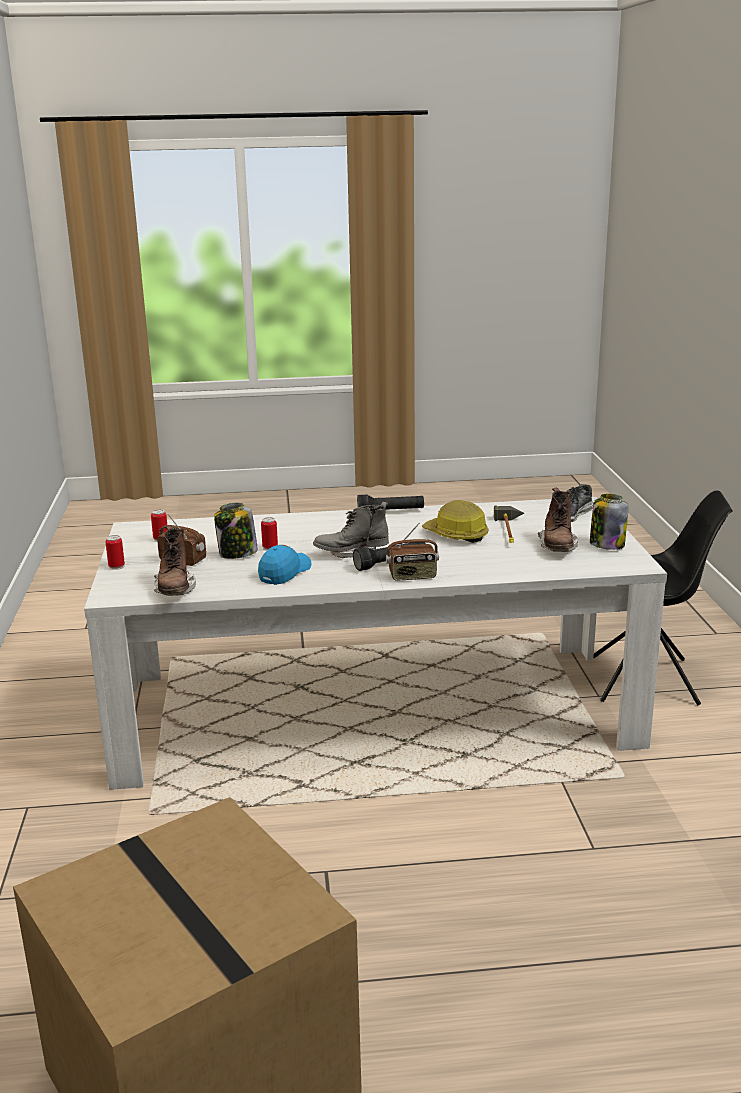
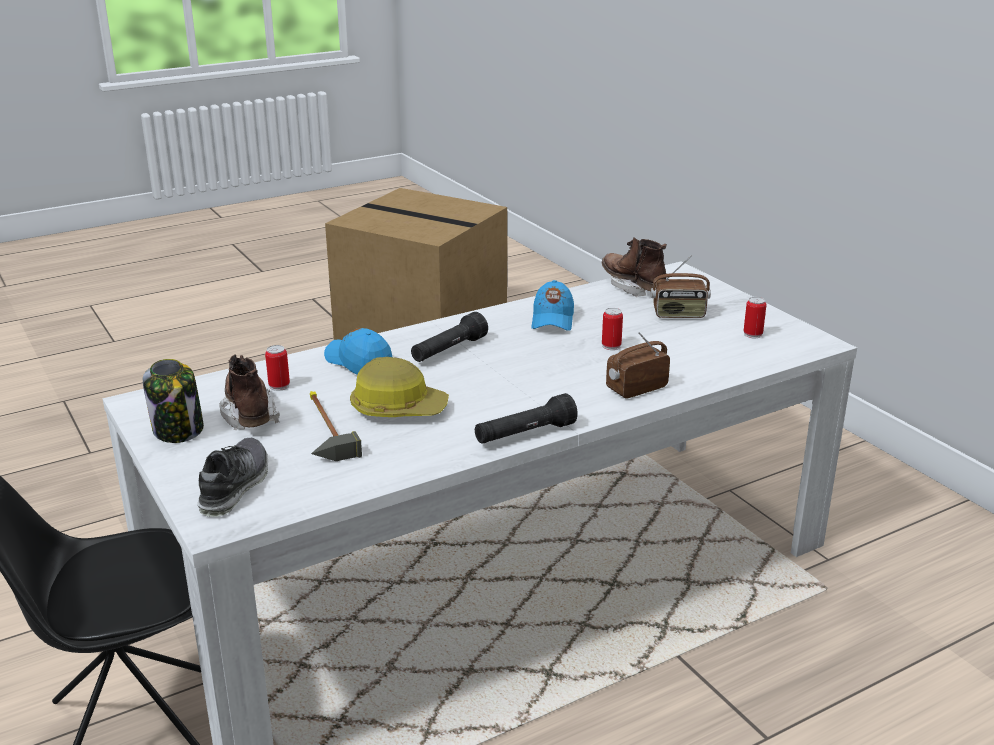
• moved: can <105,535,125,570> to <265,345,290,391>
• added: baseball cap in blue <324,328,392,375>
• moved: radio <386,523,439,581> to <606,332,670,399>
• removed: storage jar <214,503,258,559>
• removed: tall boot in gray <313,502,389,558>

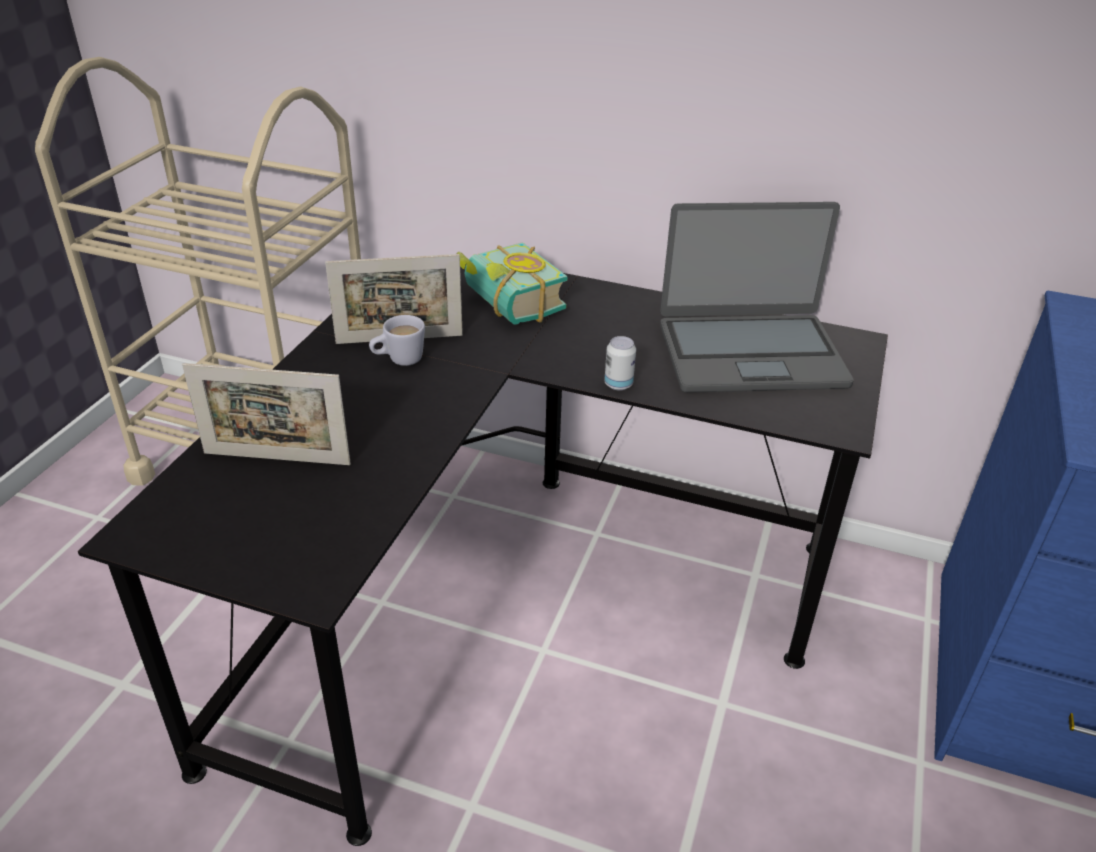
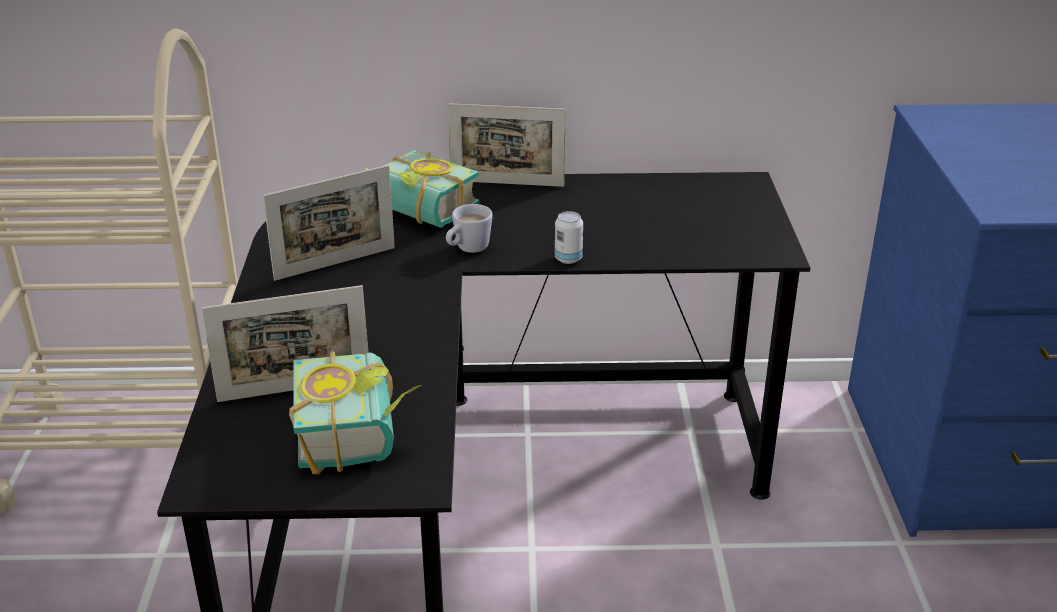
• added: bound book <289,351,421,474>
• moved: mug in white <369,315,425,366> to <446,204,493,253>
• added: photo frame <448,103,566,187>
• removed: portable computer <660,202,854,393>

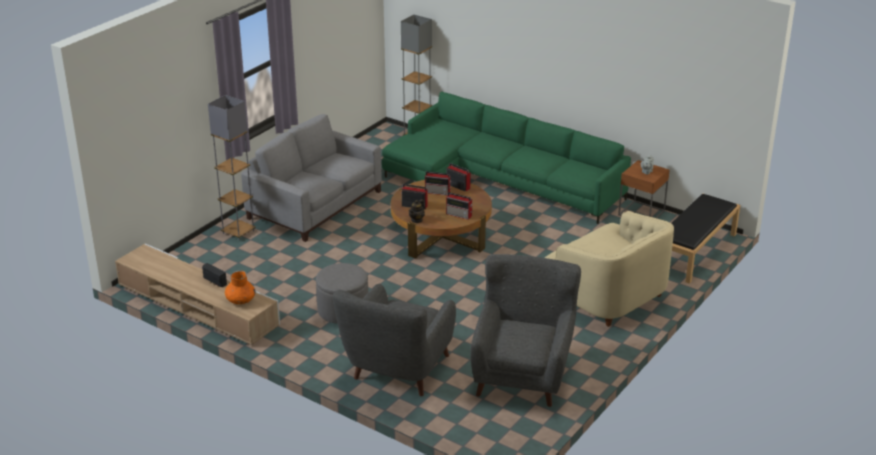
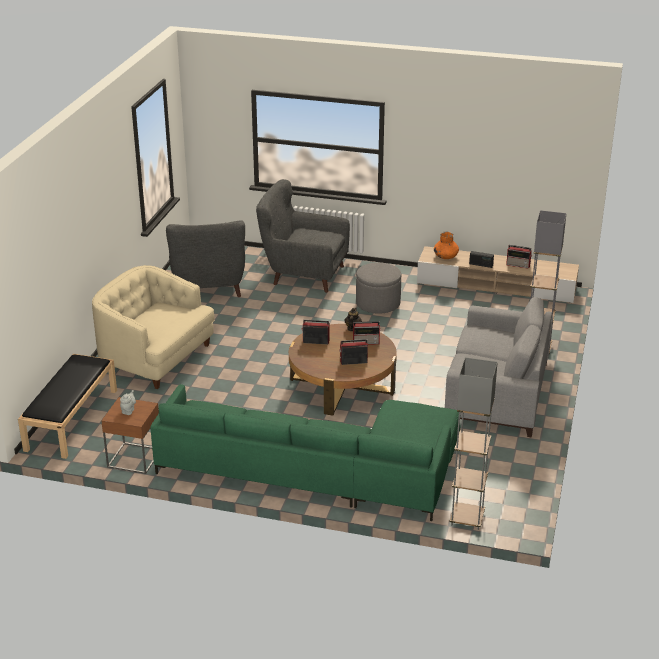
• turned: armchair in gray <333,284,456,396> = <256,179,350,293> 75 degrees counterclockwise
• moved: radio <447,163,471,191> to <506,245,532,269>

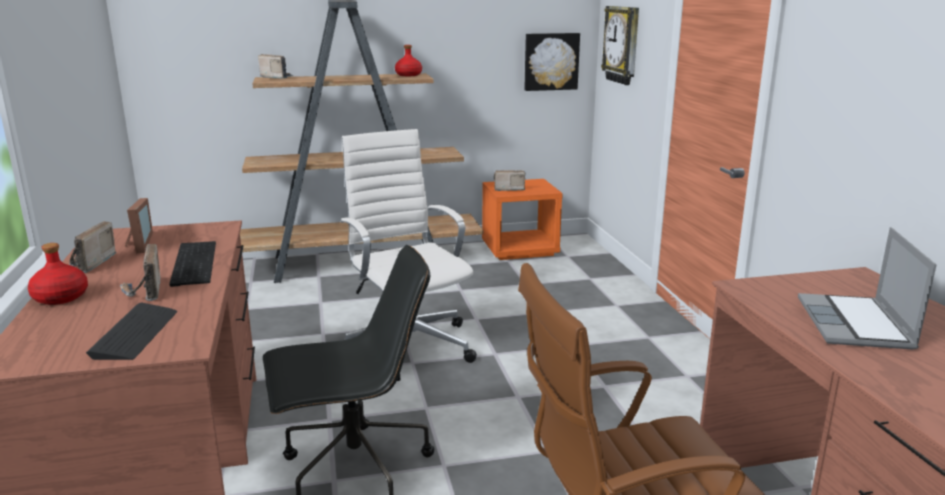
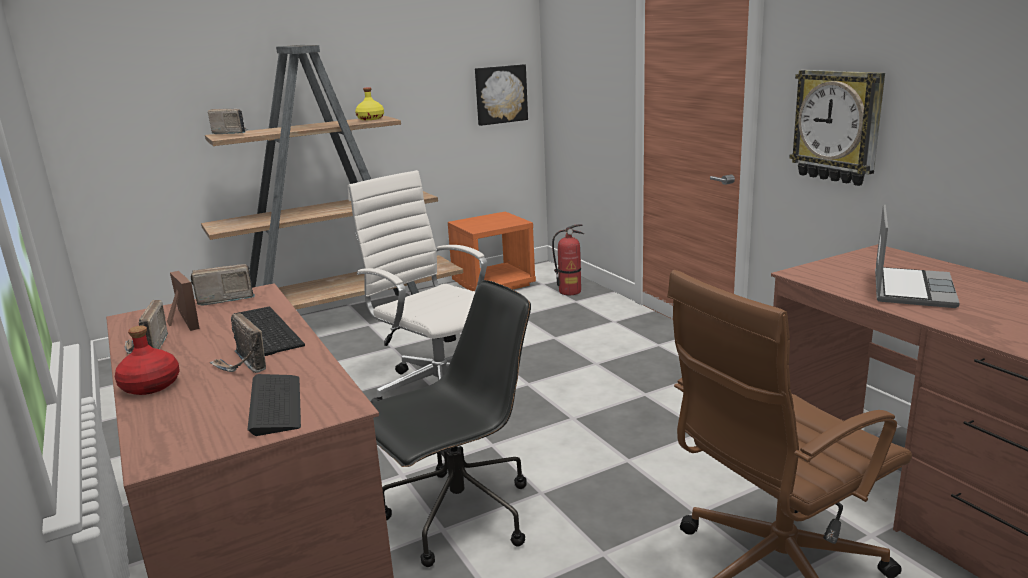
• moved: radio <494,170,525,191> to <191,264,255,305>
• recoloured: drink bottle in red-coloured <395,45,422,76> to drink bottle in yellow <355,87,384,120>
• added: extinguisher <552,224,584,295>
• moved: hanging clock <601,6,639,85> to <789,70,885,186>
• turned: portable computer <798,227,936,350> = <875,205,960,308> 150 degrees counterclockwise

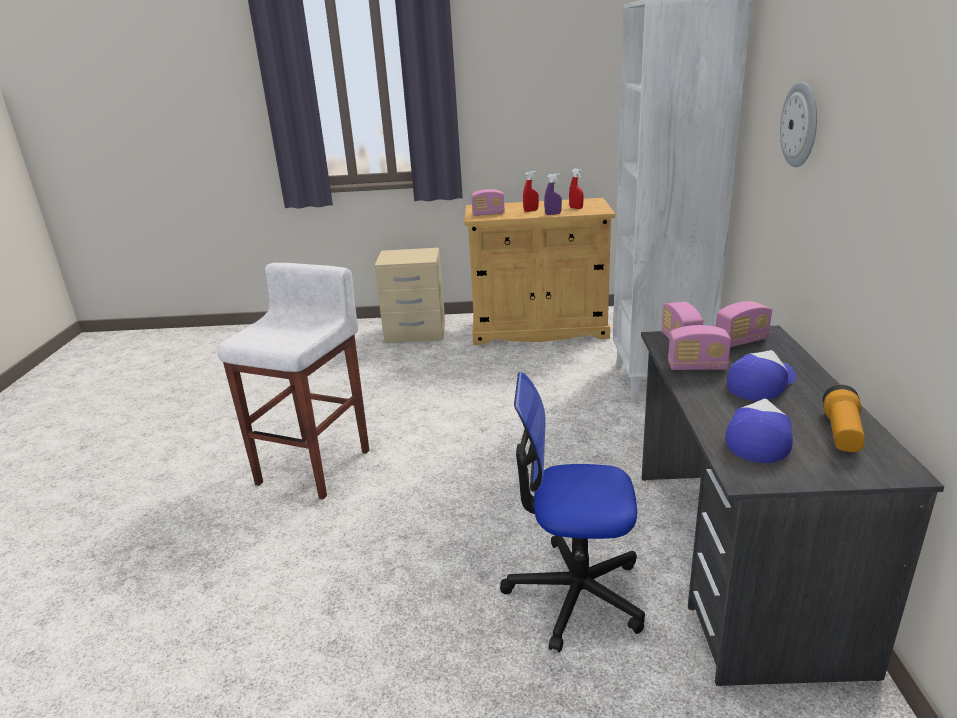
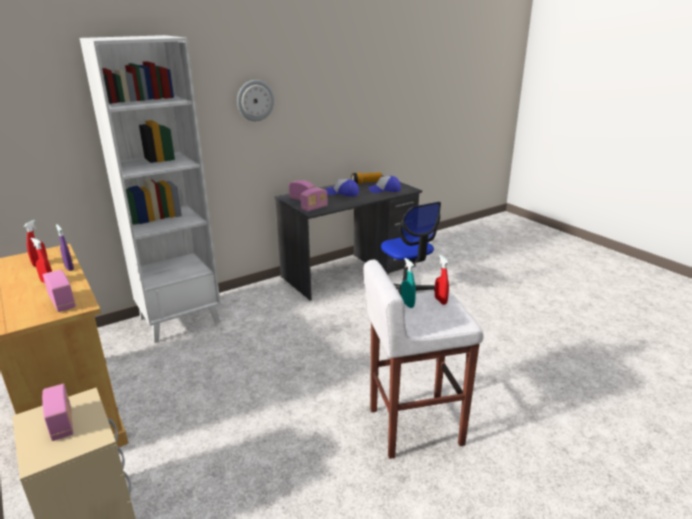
• moved: radio <668,325,731,370> to <42,384,73,441>
• added: hand sprayer in turquoise-coloured <401,258,416,308>
• added: hand sprayer in red-coloured <435,255,449,305>

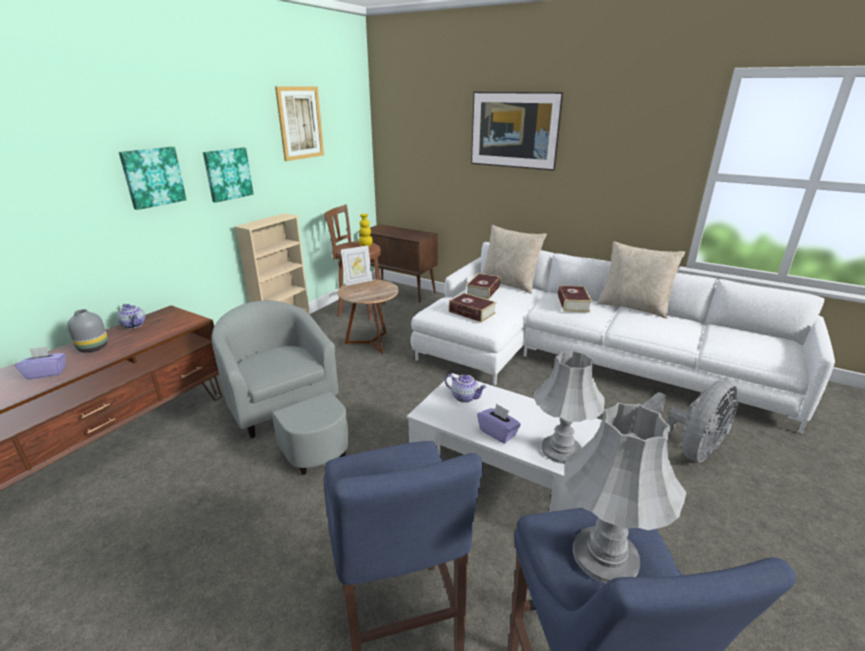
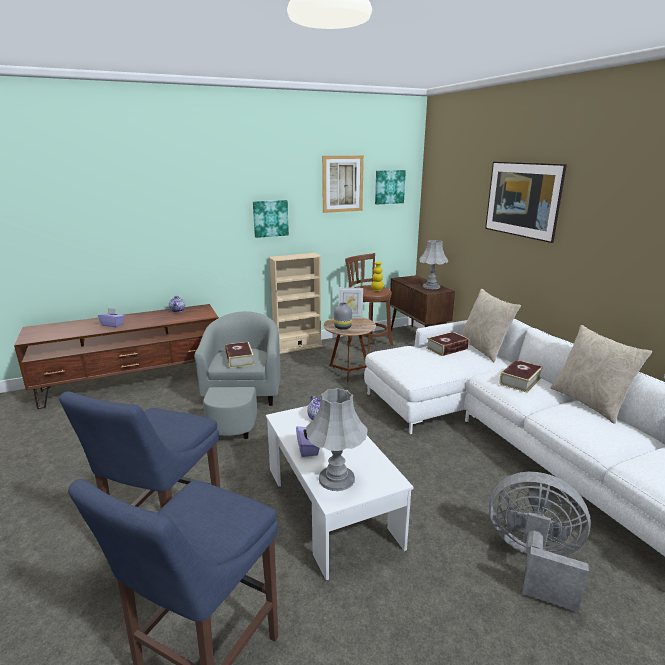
• moved: bound book <449,293,497,322> to <225,342,254,368>
• moved: decorative vase in gray <67,309,108,353> to <334,302,352,330>
• moved: wall picture <119,147,187,210> to <375,170,406,204>
• moved: tabletop lamp in gray <564,403,686,583> to <419,240,449,289>
• turned: cooling fan in gray <642,381,738,462> = <489,472,591,612> 150 degrees counterclockwise

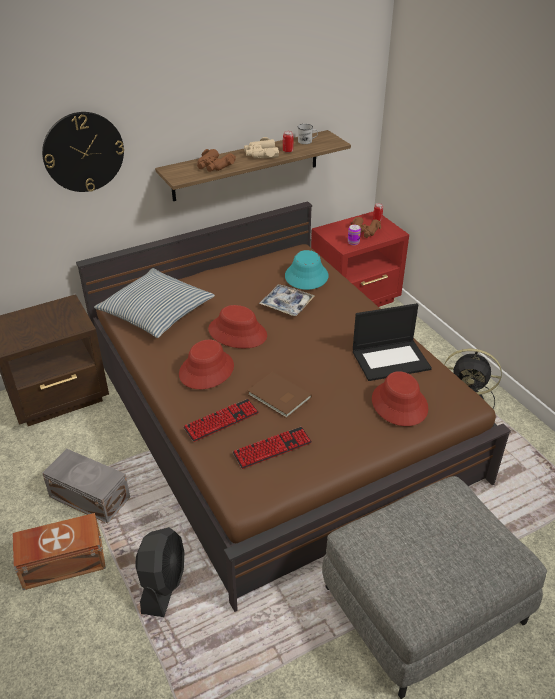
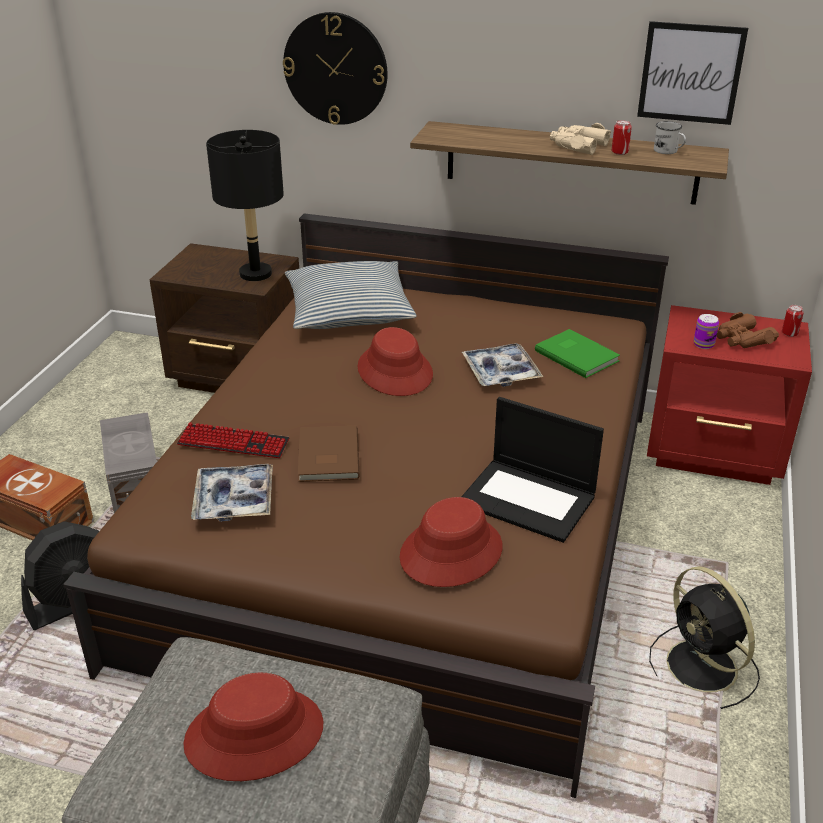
• moved: clothing hat in red-coloured <179,340,234,389> to <183,673,323,781>
• replaced: PC keyboard <233,427,312,469> to carrying tray <191,464,273,522>
• added: tabletop lamp in black-coloured <206,130,284,281>
• replaced: clothing hat in turquoise-coloured <285,250,329,290> to bound book in greenish <535,329,620,378>
• added: wall picture <637,21,748,125>
• removed: binoculars in brown-coloured <197,149,236,172>

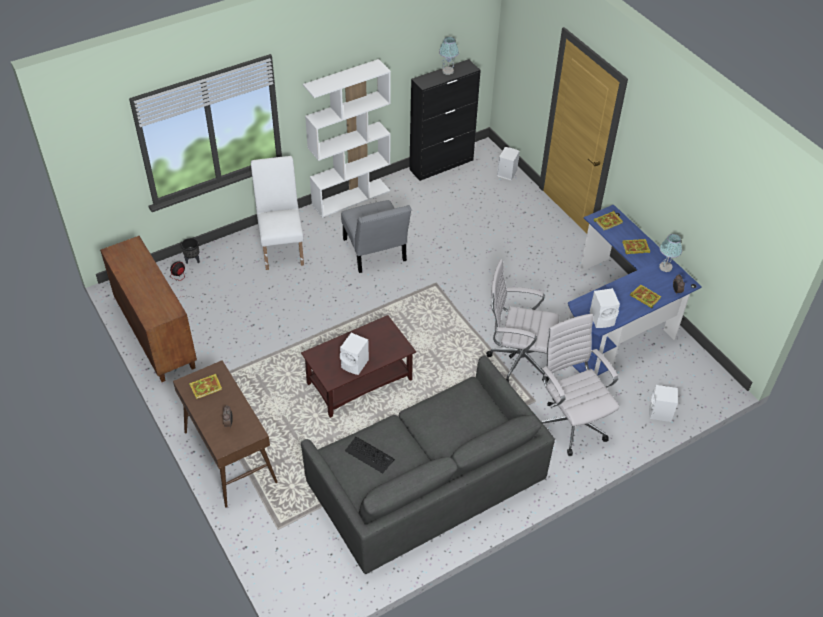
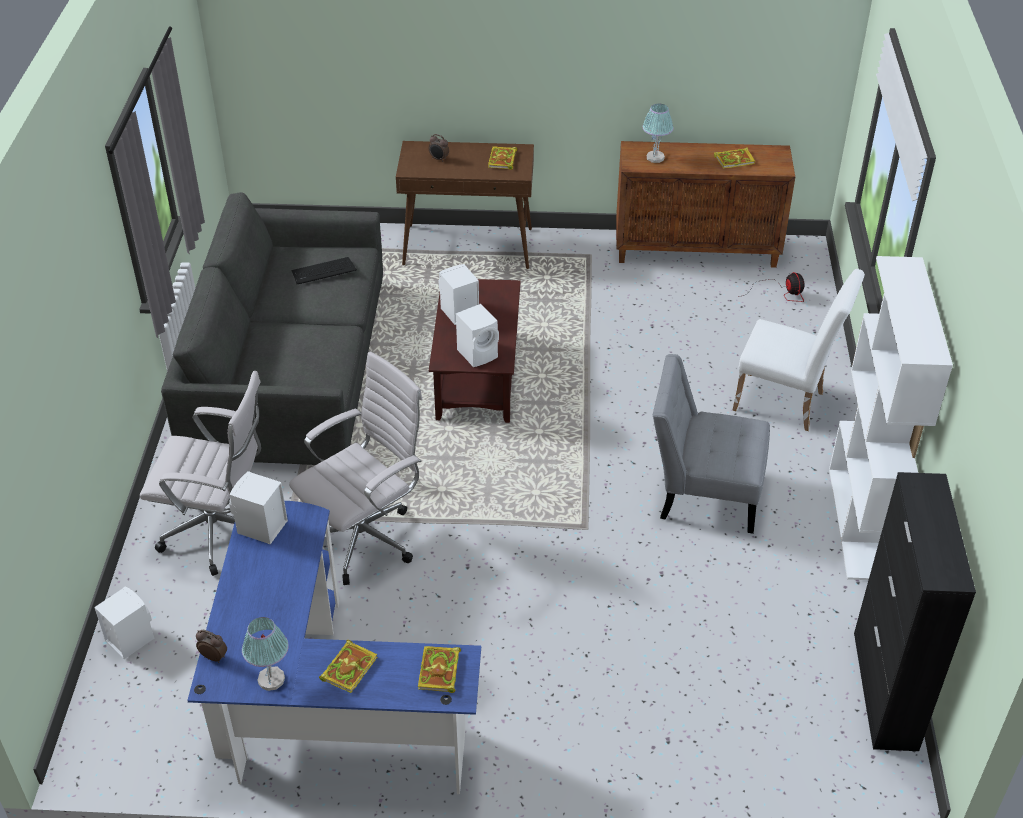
• moved: audio speaker in white <497,147,520,181> to <456,304,499,367>
• moved: tabletop lamp <439,37,459,75> to <642,104,674,163>
• moved: bound book <630,284,661,308> to <714,148,755,169>
• removed: plant pot in black-coloured <181,238,200,264>

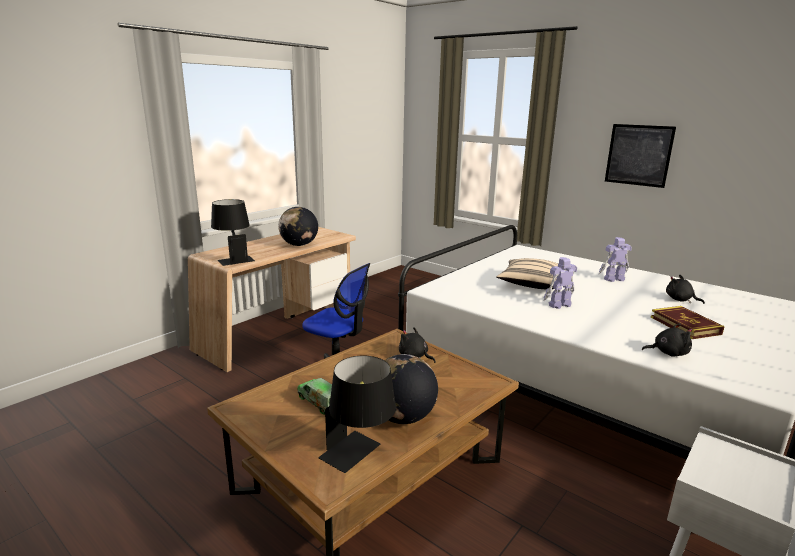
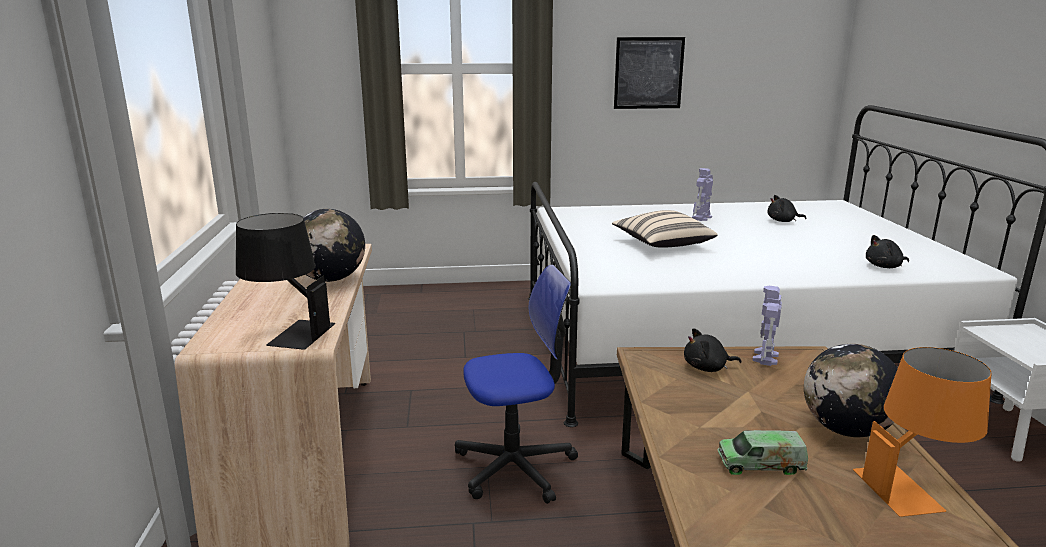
• moved: toy robot <543,257,577,309> to <752,286,782,366>
• recoloured: tabletop lamp in black-coloured <318,356,396,473> to tabletop lamp in orange <853,347,991,517>
• turned: plush toy in black-coloured <642,323,692,357> = <866,235,909,268> 150 degrees counterclockwise
• removed: bound book <651,306,725,339>

